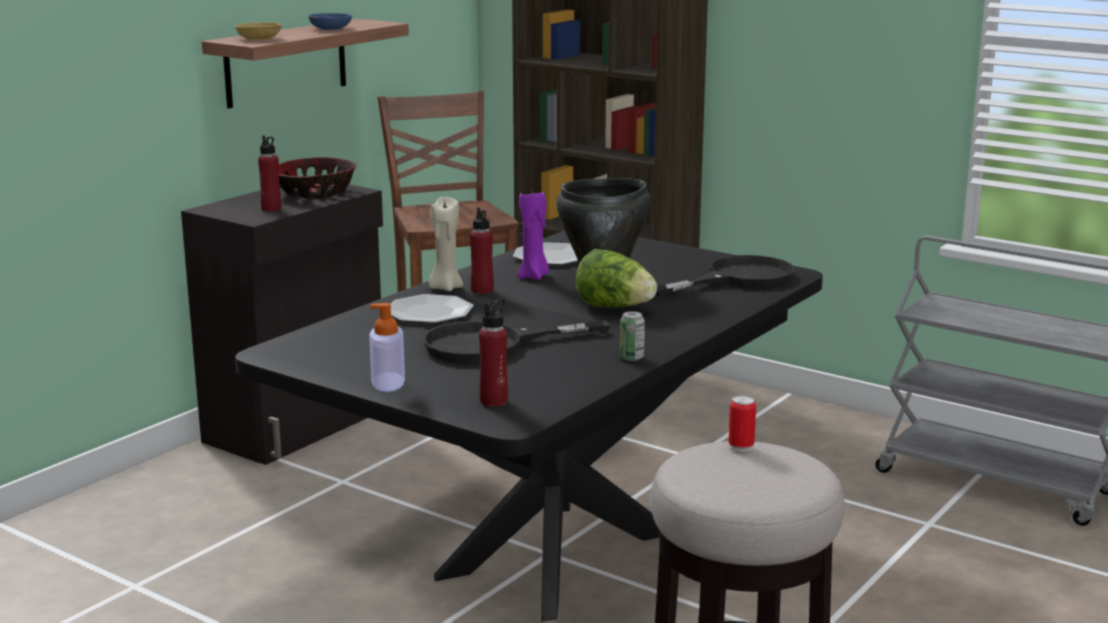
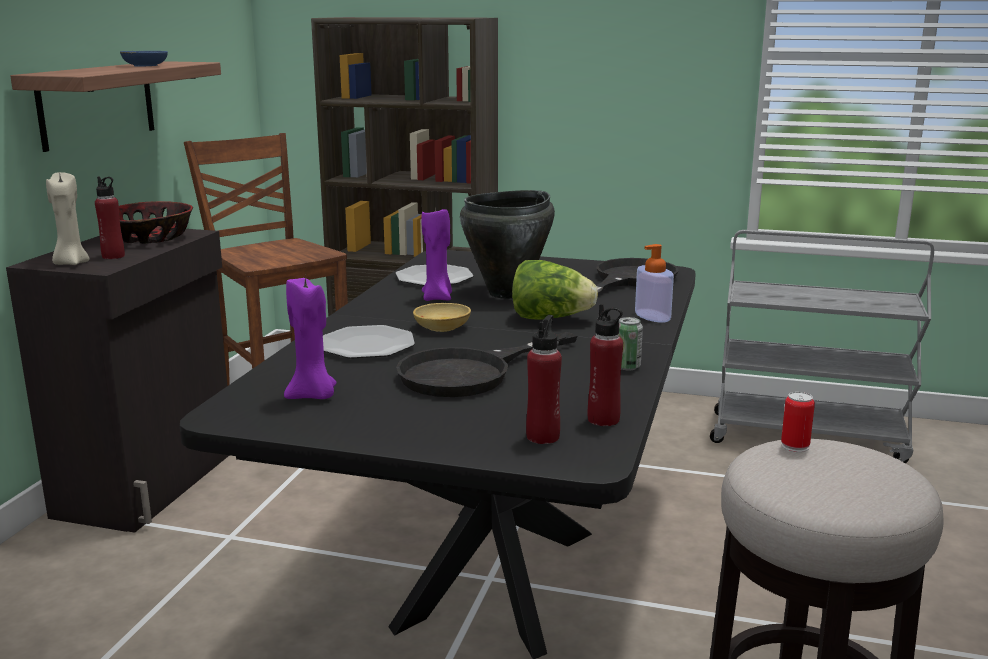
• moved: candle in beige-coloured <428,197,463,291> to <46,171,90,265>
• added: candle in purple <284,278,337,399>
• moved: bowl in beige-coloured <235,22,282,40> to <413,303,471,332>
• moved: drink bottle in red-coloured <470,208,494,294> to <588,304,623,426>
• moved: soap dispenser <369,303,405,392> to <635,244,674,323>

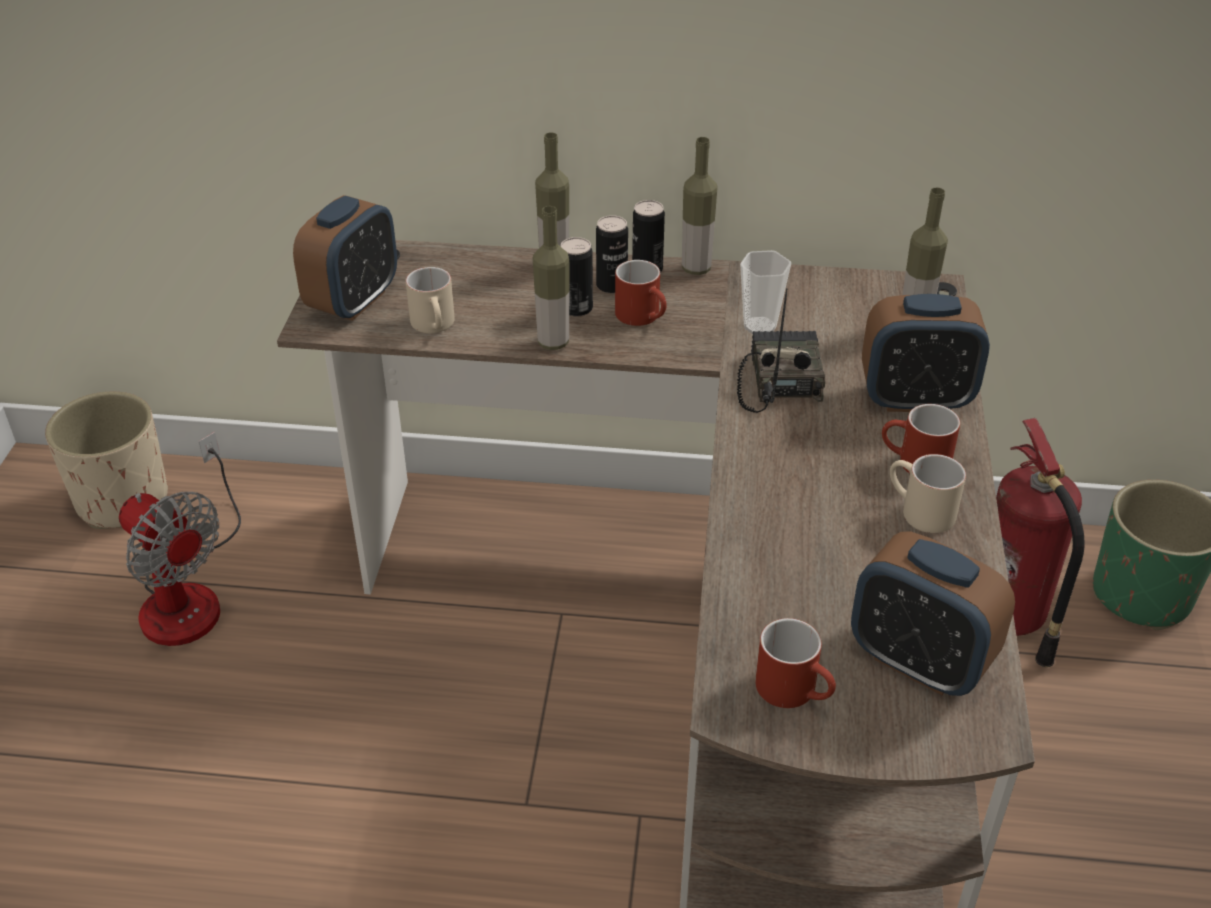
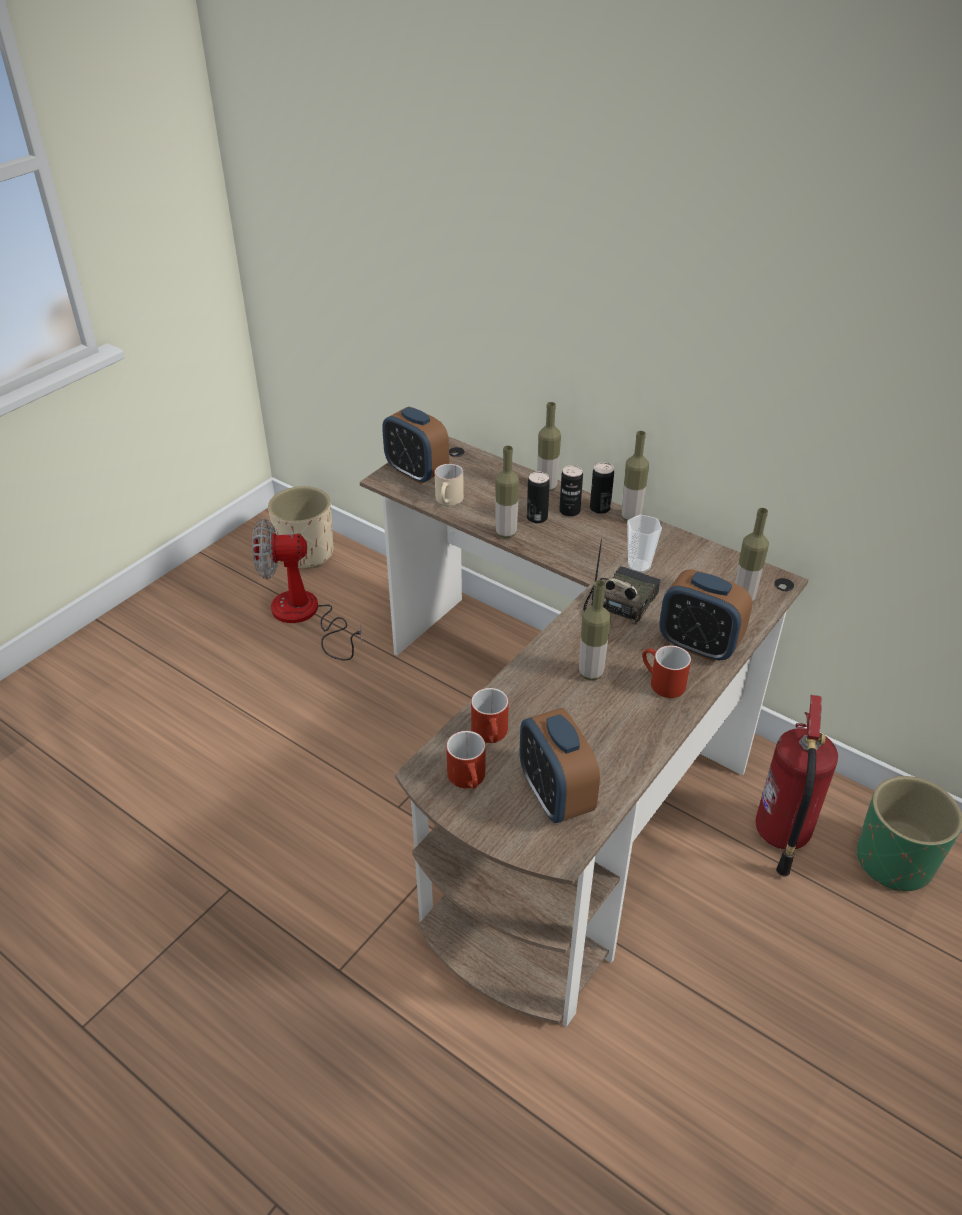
• turned: cooling fan <119,432,241,646> = <252,519,362,660> 105 degrees clockwise
• turned: table clock <293,195,397,321> = <382,407,449,484> 75 degrees clockwise
• moved: mug in red-coloured <615,260,667,326> to <471,688,509,743>
• added: drink bottle <579,580,611,681>
• removed: mug in beige-coloured <890,454,966,533>

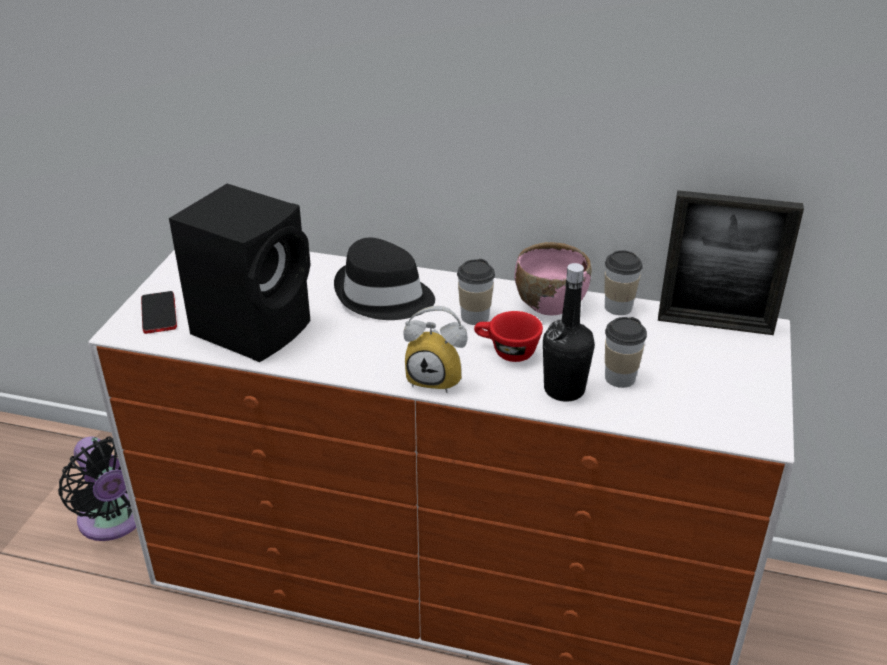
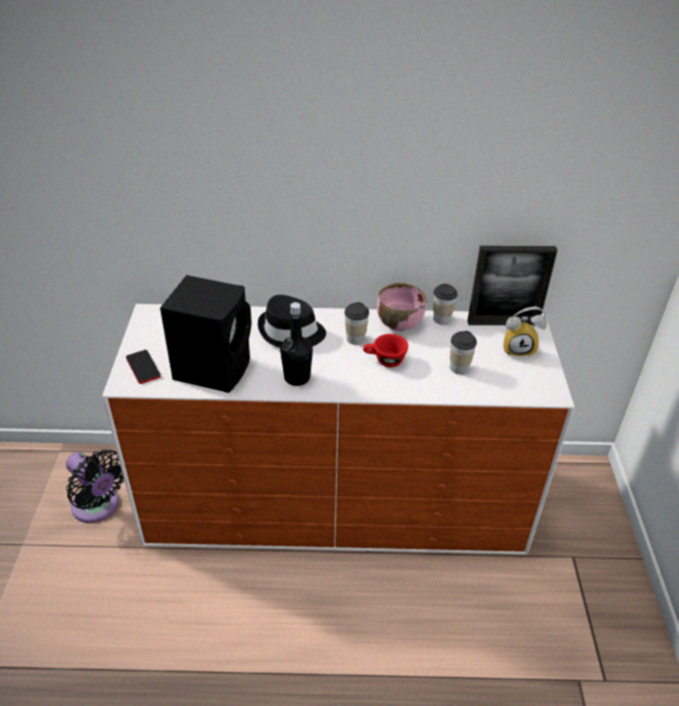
• moved: drink bottle in black-coloured <543,263,595,402> to <280,302,313,386>
• moved: table clock <404,306,468,393> to <503,307,547,357>

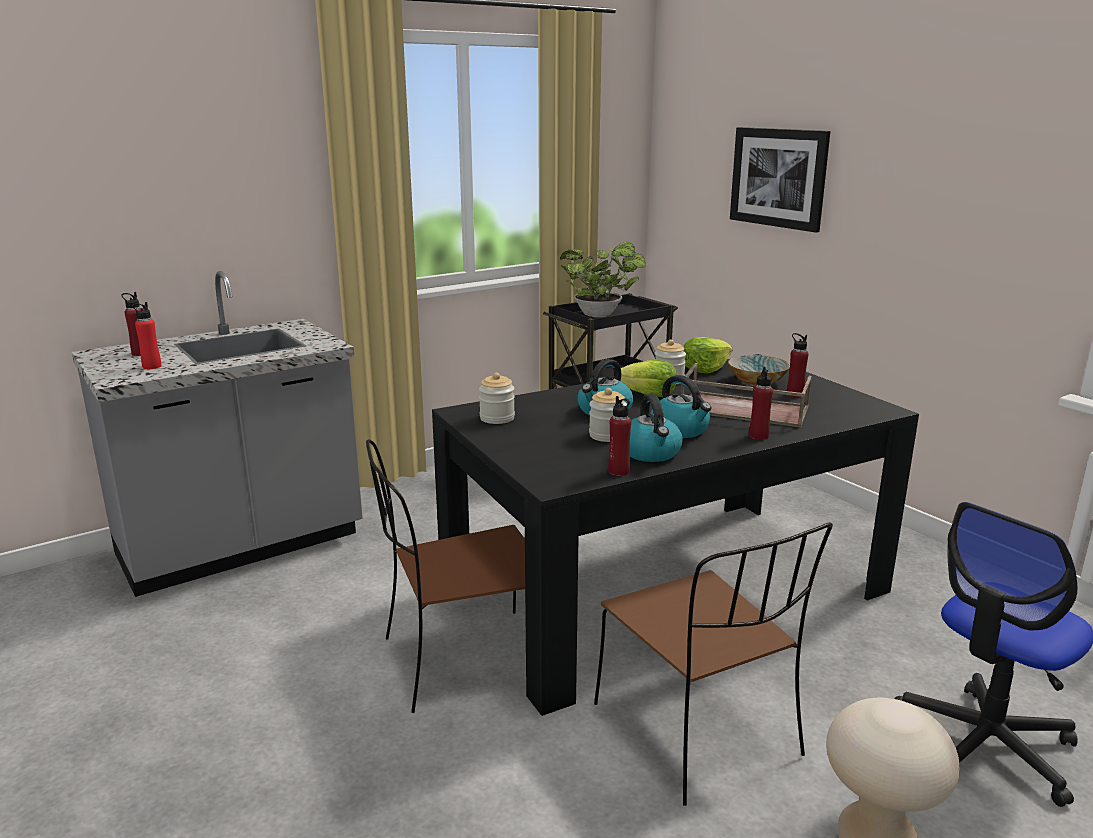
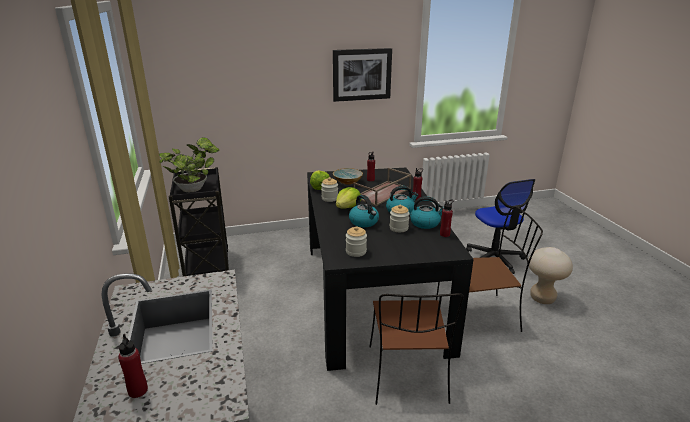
• moved: wall picture <730,127,830,233> to <333,48,392,102>
• removed: drink bottle in red-coloured <132,302,161,369>

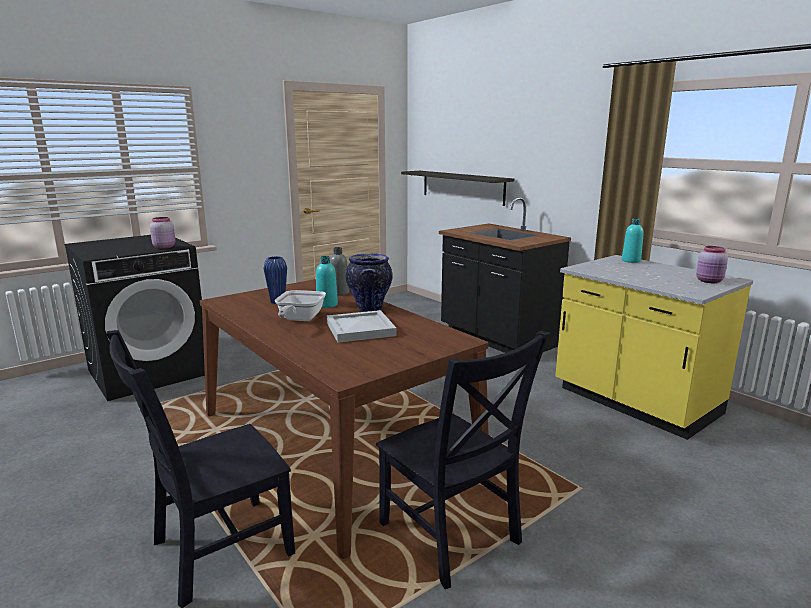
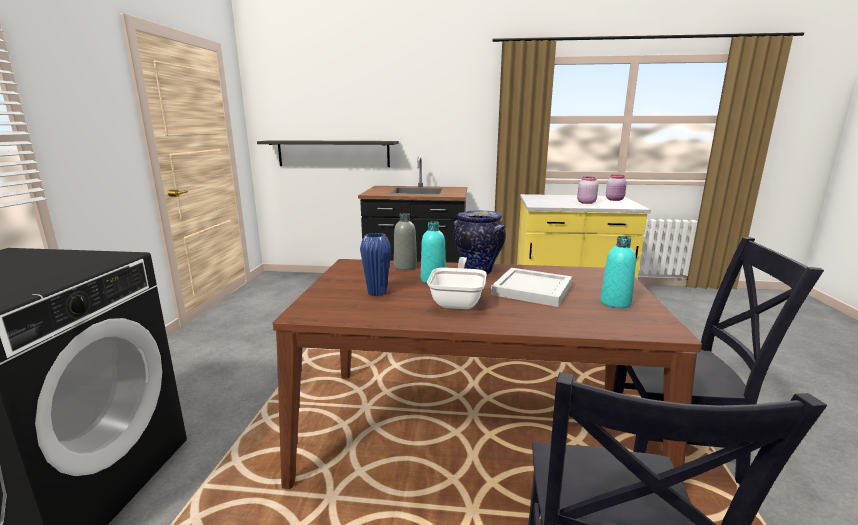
• turned: skillet <275,290,326,321> = <427,257,487,309> 135 degrees counterclockwise
• moved: storage jar in pink-coloured <150,217,175,249> to <577,177,598,204>
• moved: drink bottle in turquoise-coloured <622,218,644,263> to <600,236,636,308>

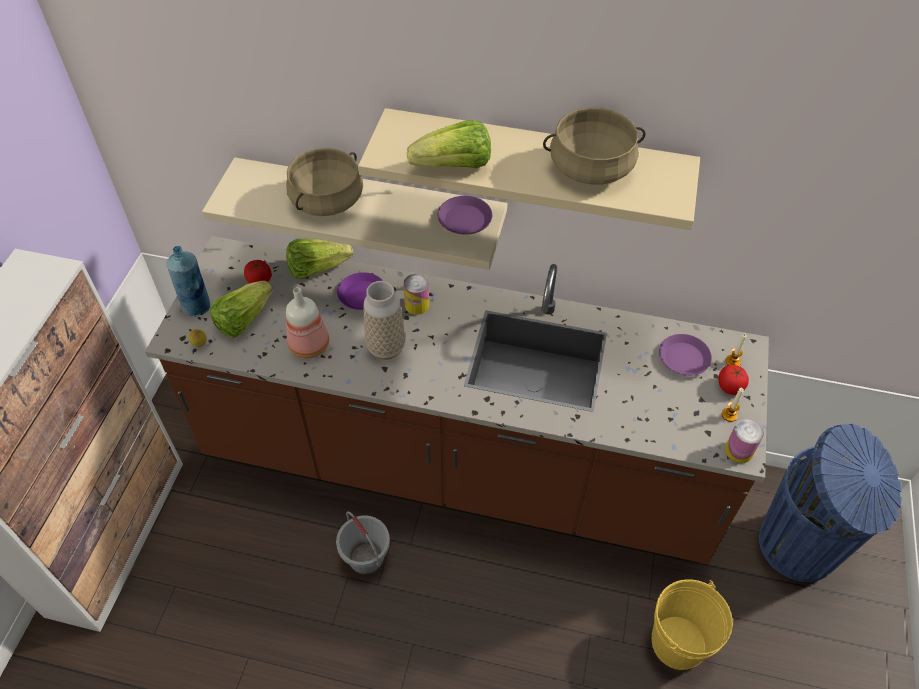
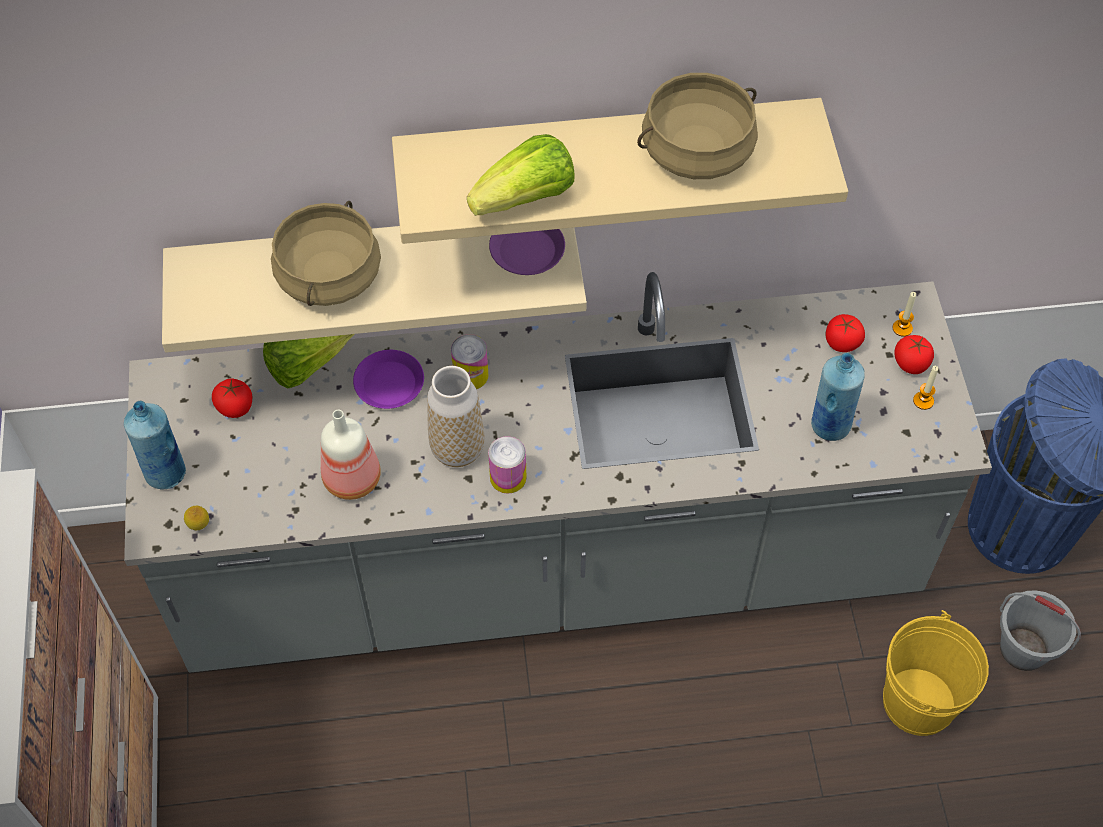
• recoloured: kitchen base unit in brown-coloured <145,236,769,564> to kitchen base unit in gray <124,272,992,673>
• moved: can <725,419,764,463> to <488,436,526,494>
• added: drink bottle in blue <811,353,865,441>
• replaced: dinner plate in purple <659,334,712,376> to tomato <826,314,865,352>
• moved: water bucket in gray <336,511,390,574> to <1000,590,1081,671>
• removed: lettuce <210,281,273,338>

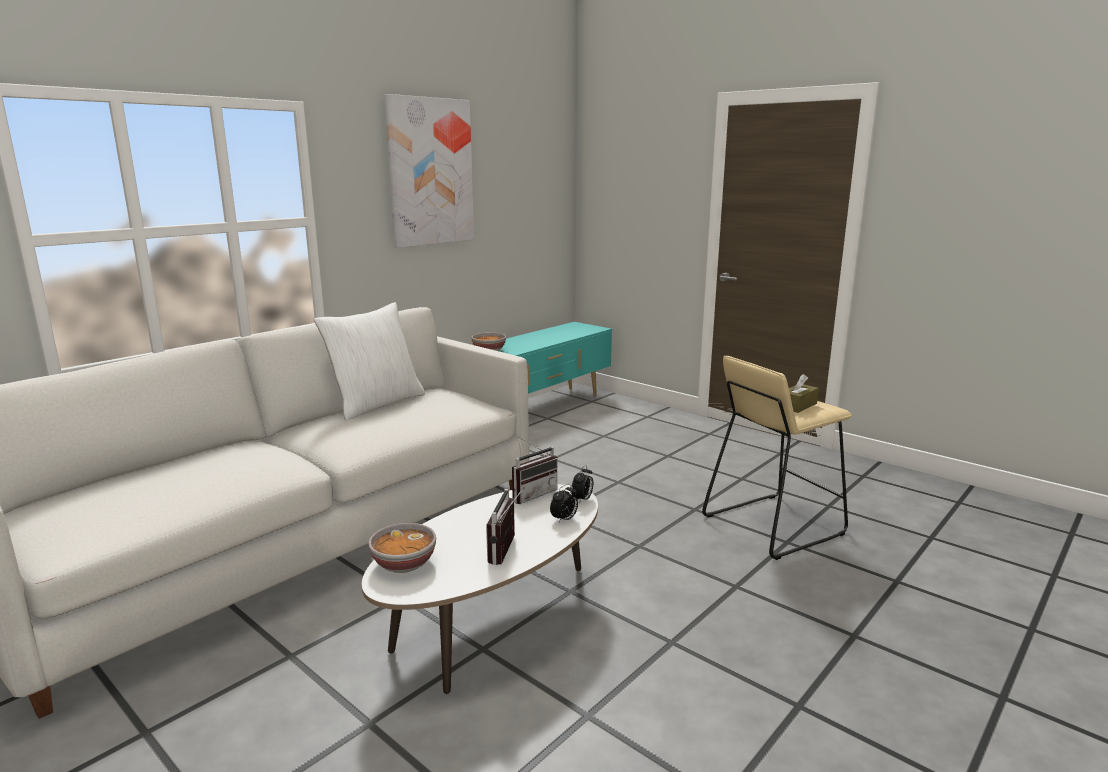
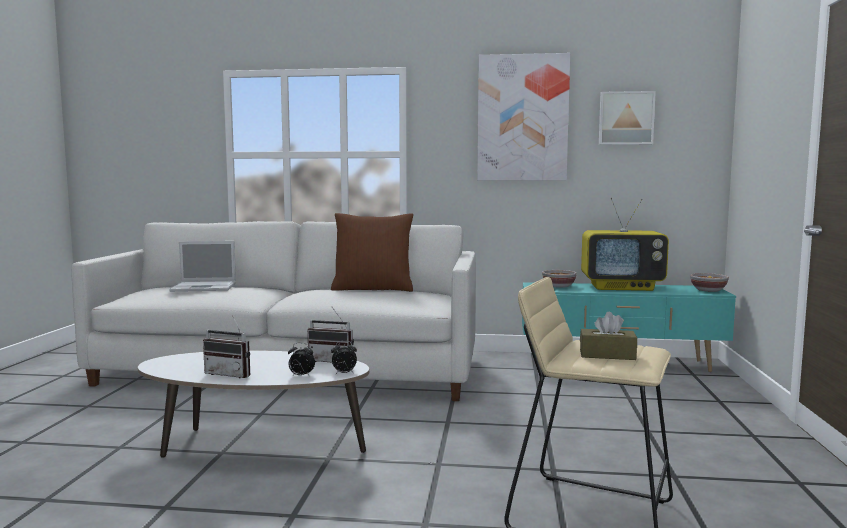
• added: portable computer <169,241,236,292>
• turned: radio <486,486,525,565> = <203,316,250,378> 135 degrees counterclockwise
• recoloured: throw pillow in white <313,302,425,420> to throw pillow in brown-coloured <331,213,413,292>
• added: television <581,198,669,291>
• added: wall picture <599,91,656,145>
• moved: bowl <368,523,436,573> to <690,273,729,292>

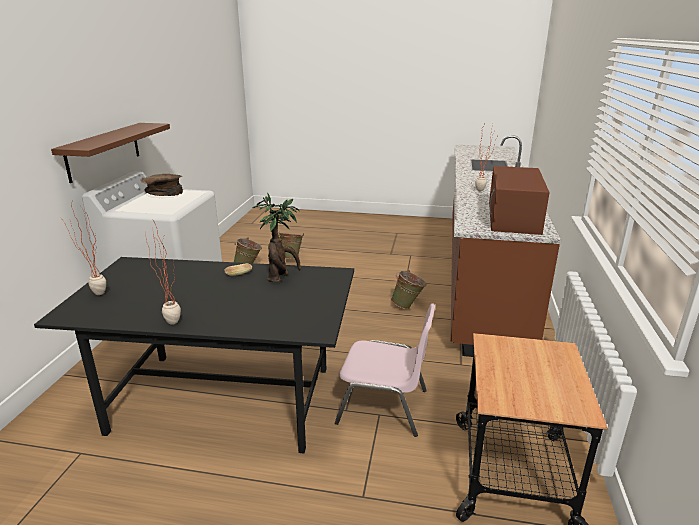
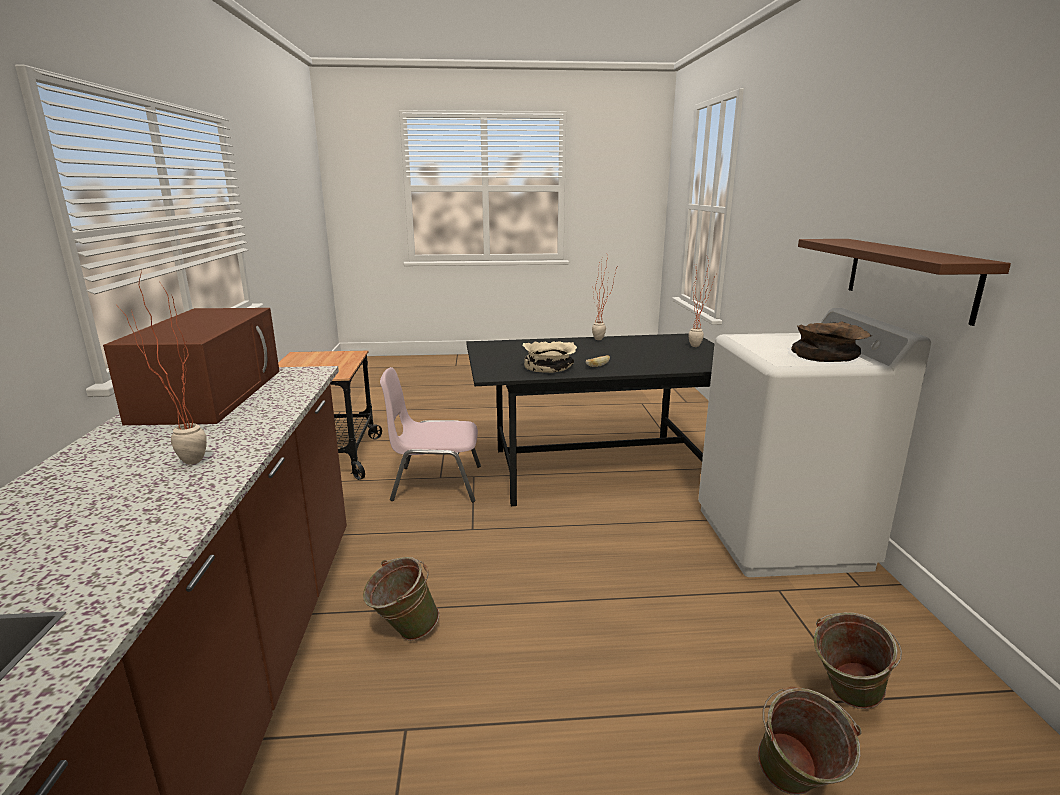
• replaced: potted plant <253,193,301,282> to bowl in beige-coloured <522,341,577,373>

